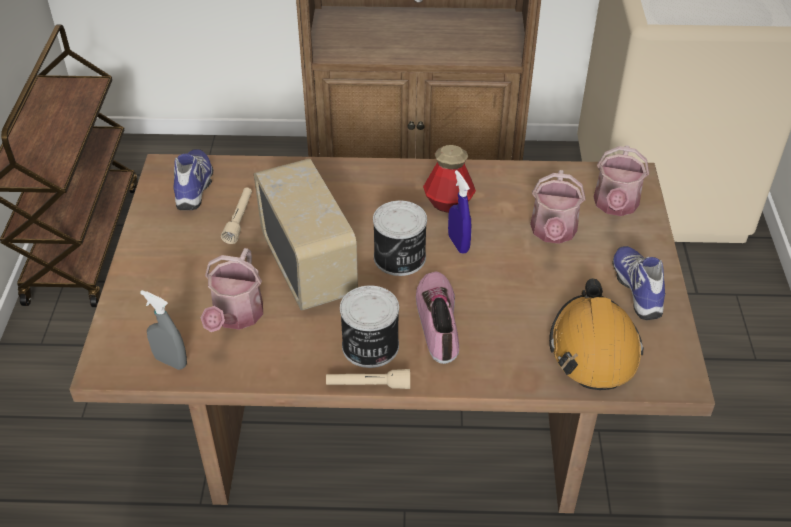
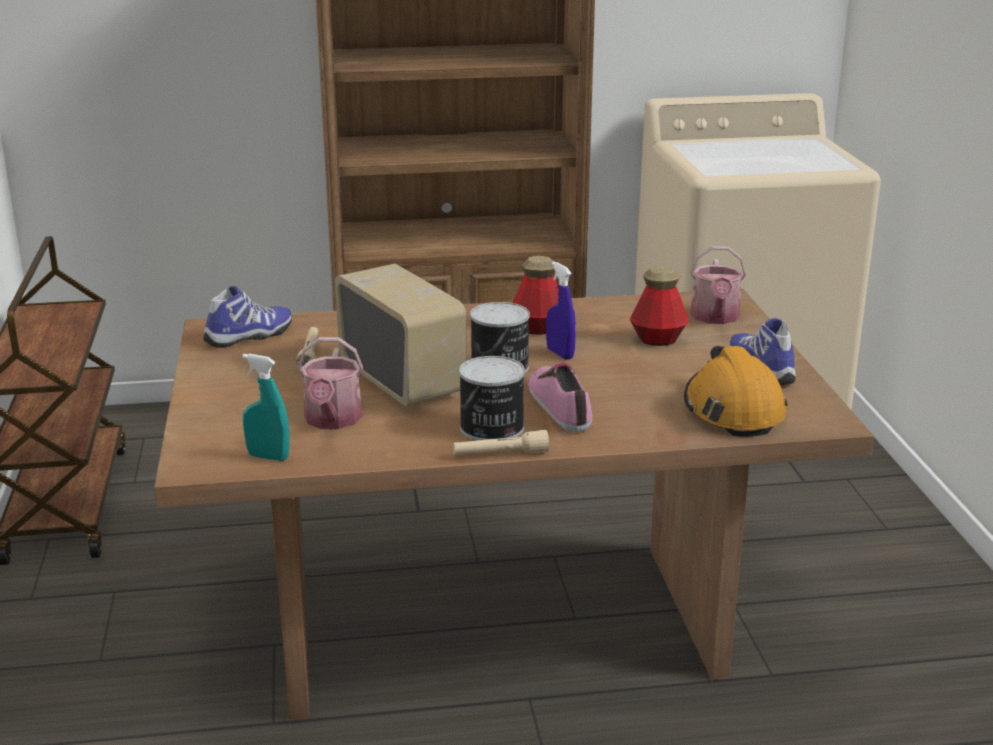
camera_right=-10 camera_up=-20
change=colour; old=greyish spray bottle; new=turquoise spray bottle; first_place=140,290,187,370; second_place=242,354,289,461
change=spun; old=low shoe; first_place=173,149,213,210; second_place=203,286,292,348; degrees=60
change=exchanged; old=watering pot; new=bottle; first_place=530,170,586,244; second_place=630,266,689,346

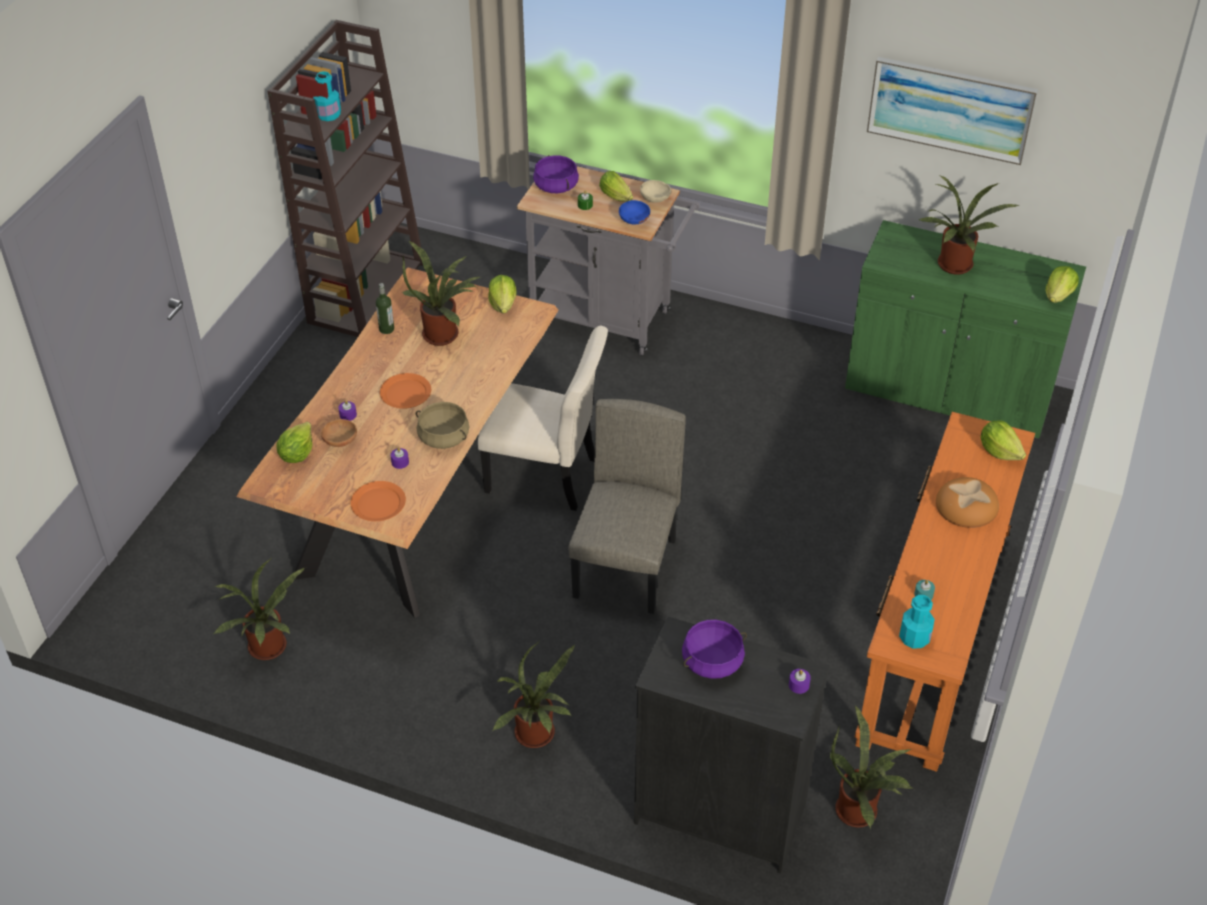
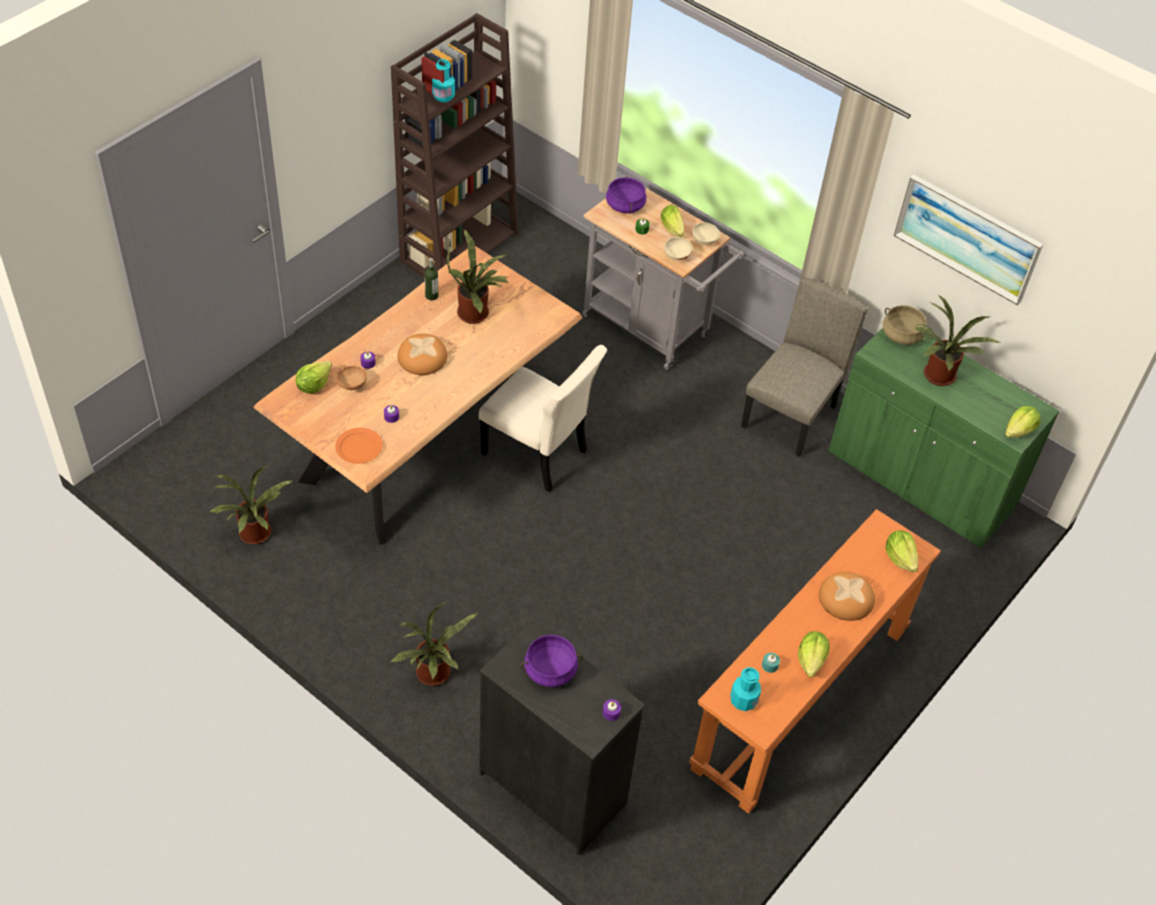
camera_right=15 camera_up=5
change=exchanged; old=orange-coloured plate; new=bakery bread; first_place=380,373,431,409; second_place=397,334,447,375
change=relocated; old=beige cooking pot; first_place=416,402,470,449; second_place=883,305,927,345
change=relocated; old=lettuce; first_place=488,275,516,313; second_place=798,631,829,677
change=relocated; old=beige chair; first_place=568,399,686,614; second_place=741,278,868,457
change=colour; old=blue serving bowl; new=beige serving bowl; first_place=619,200,650,224; second_place=664,237,693,260
change=missing; old=plant in a pot; first_place=830,705,914,829

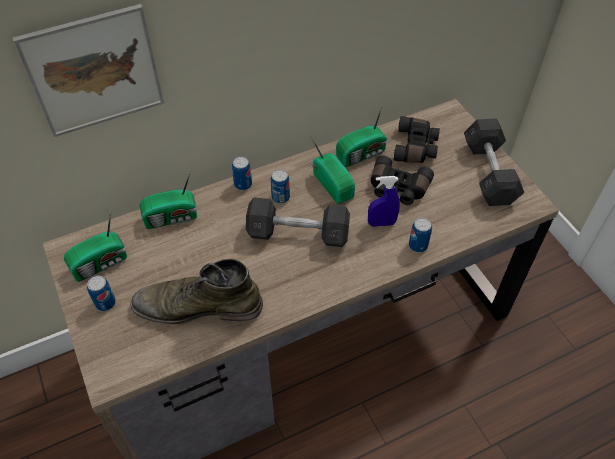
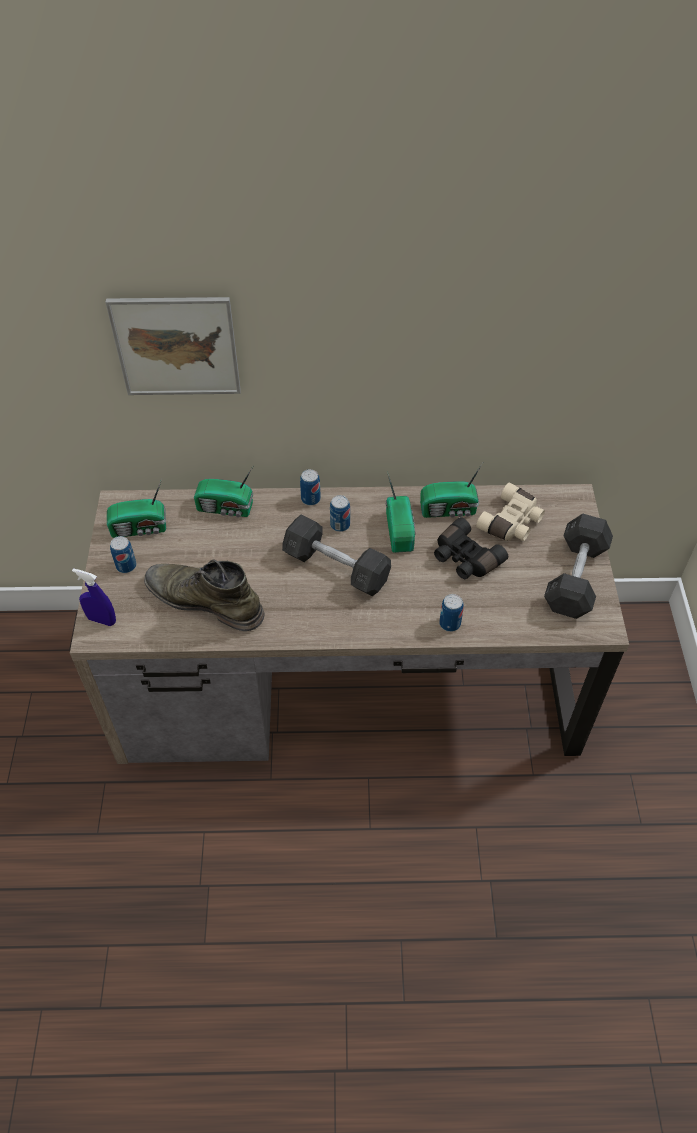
camera_right=25 camera_up=0
change=relocated; old=blue spray bottle; first_place=368,176,400,227; second_place=72,568,116,626
change=colour; old=black pair of binoculars; new=beige pair of binoculars; first_place=394,116,440,163; second_place=476,483,545,541

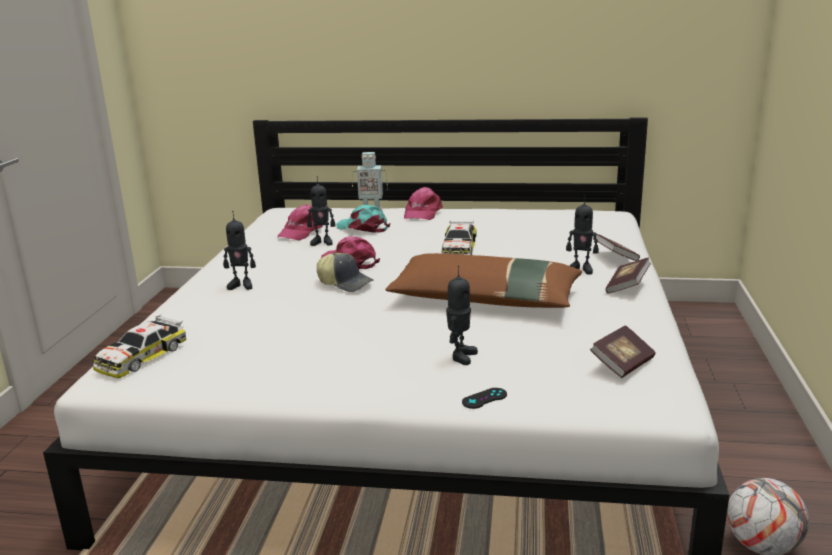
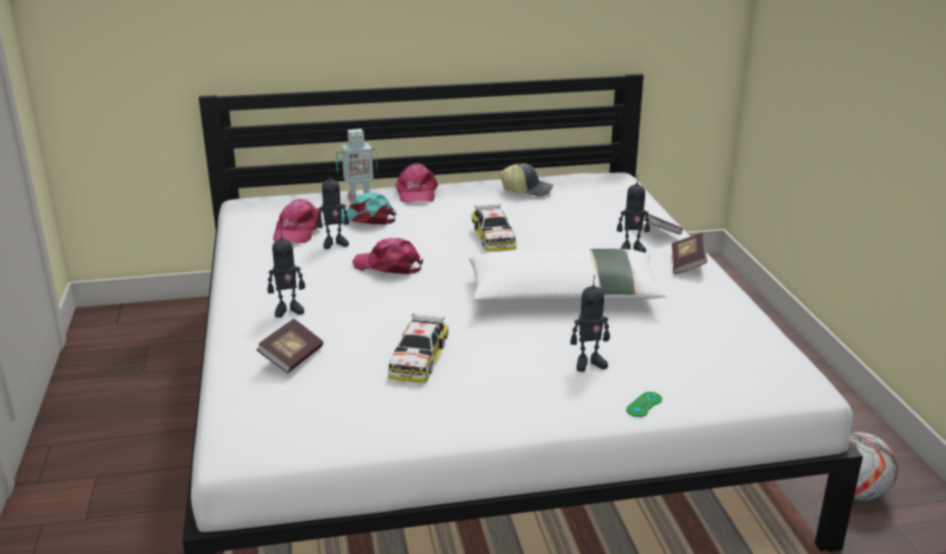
camera_right=-20 camera_up=5
change=relocated; old=miniature car; first_place=93,315,186,378; second_place=388,313,448,383
change=relocated; old=baseball cap; first_place=317,253,374,292; second_place=499,163,553,196
change=colour; old=brownish cushion; new=whitish cushion; first_place=385,253,582,308; second_place=469,249,666,302
change=spun; old=model robot; first_place=446,266,478,365; second_place=570,275,610,372; degrees=75
change=colour; old=black game controller; new=green-coloured game controller; first_place=462,388,507,409; second_place=626,392,662,417
change=relocated; old=bound book; first_place=590,325,655,378; second_place=256,319,323,373

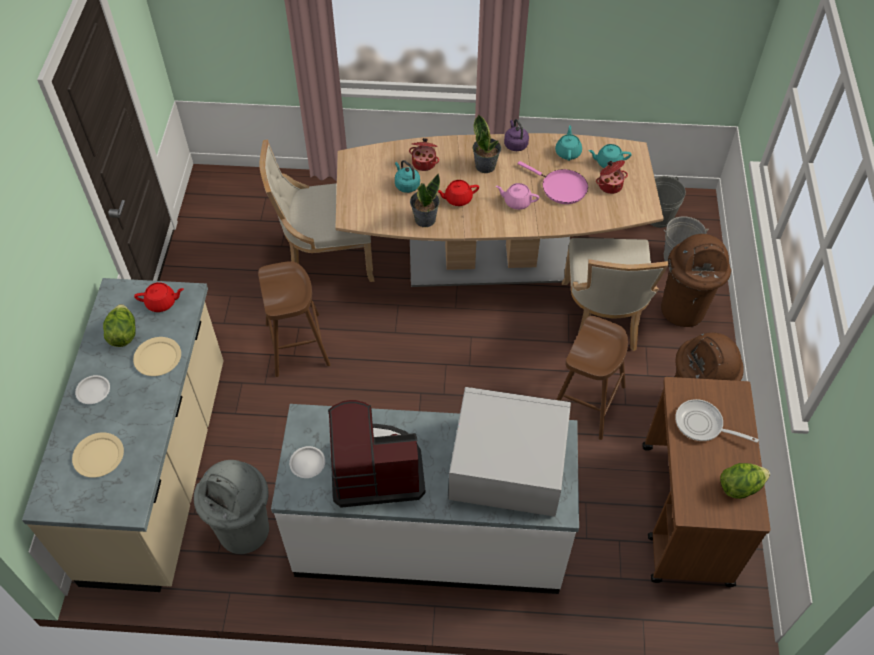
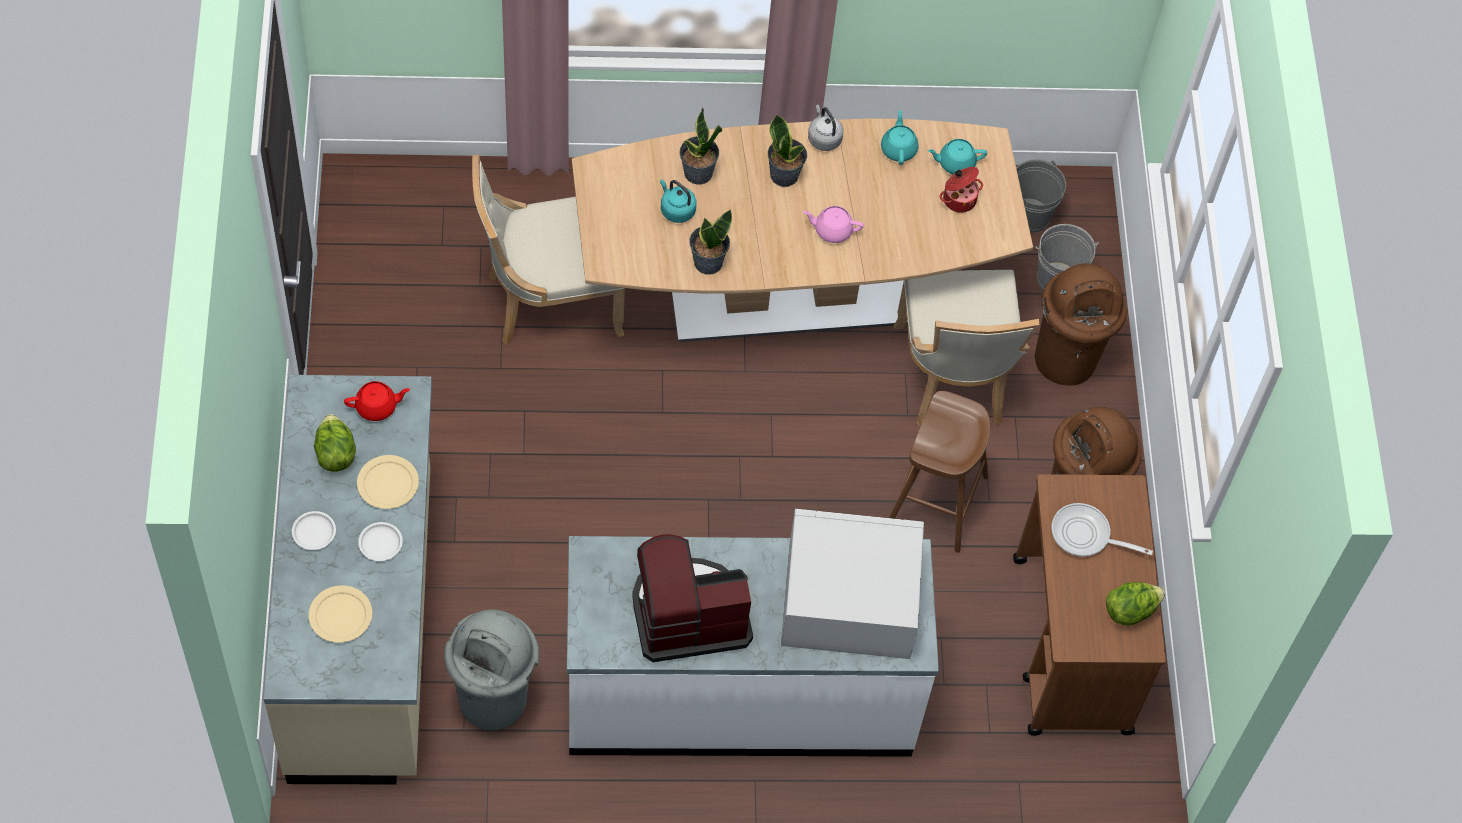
camera_right=-10 camera_up=5
change=missing; old=brownish stool; first_place=258,261,331,377
change=relocated; old=whitish plate; first_place=289,446,325,478; second_place=358,522,403,561
change=exchanged; old=cooking pot; new=plant in a pot; first_place=409,138,439,171; second_place=680,107,722,185
change=missing; old=reddish tea pot; first_place=438,180,479,206
change=colour; old=purplish tea kettle; new=greyish tea kettle; first_place=504,119,529,151; second_place=808,105,843,151
change=missing; old=pink skillet; first_place=518,161,588,204

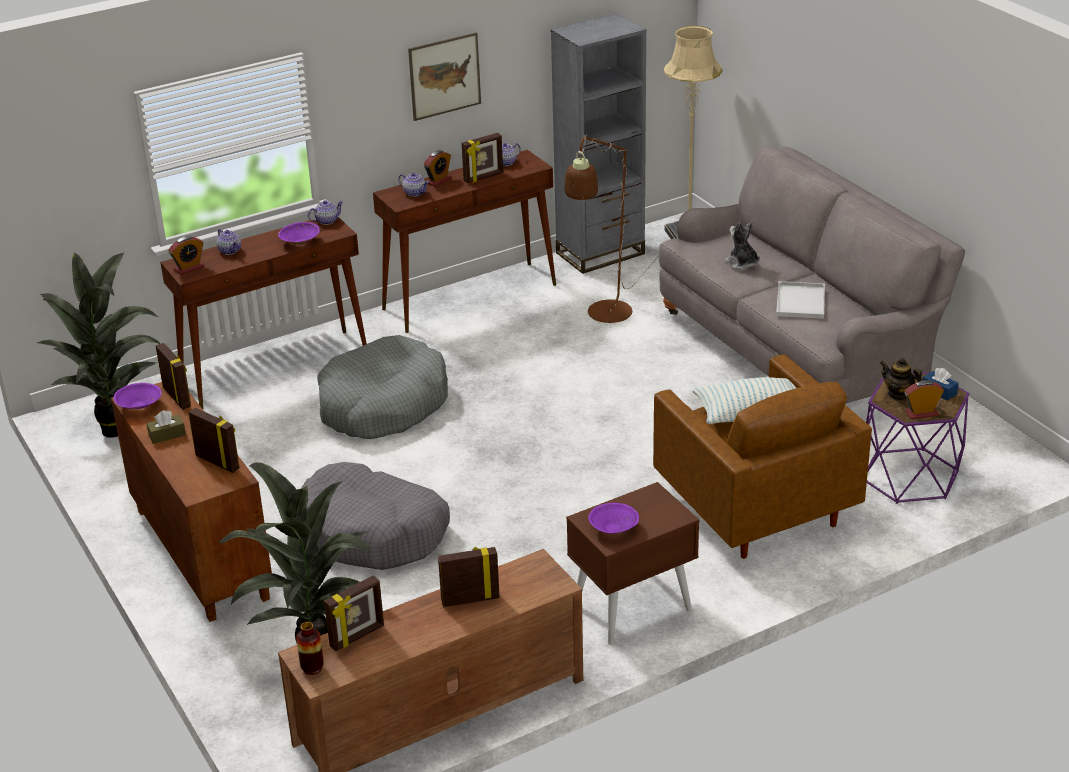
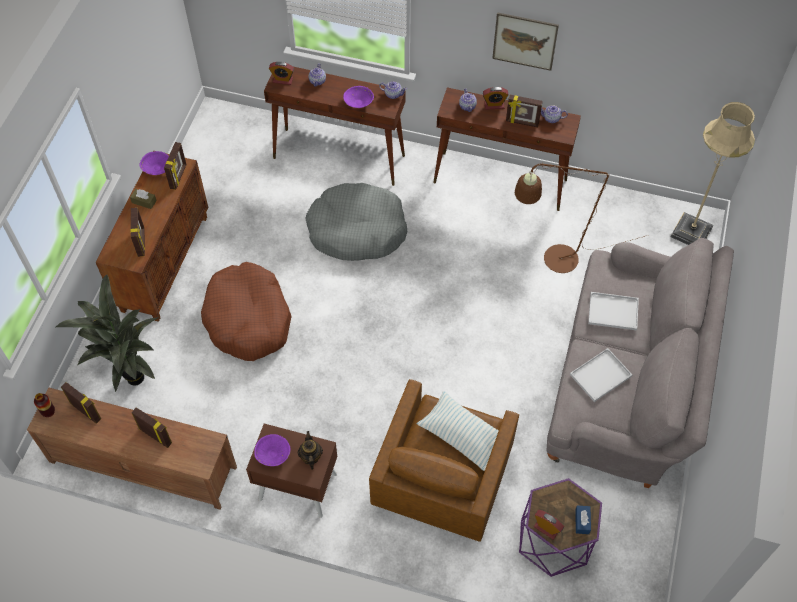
camera_right=45 camera_up=25
change=missing; old=plant in a pot; first_place=37,253,160,438
change=colour; old=greyish dog bed; new=brownish dog bed; first_place=301,462,450,570; second_place=201,262,292,361
change=spun; old=picture frame; first_place=324,575,384,651; second_place=61,382,101,424; degrees=-150
change=missing; old=greyish bookcase; first_place=551,13,646,274
change=exchanged; old=soft toy; new=whitish tray; first_place=724,222,760,270; second_place=588,292,639,330
change=relocated; old=tea pot; first_place=880,358,922,400; second_place=298,431,323,470

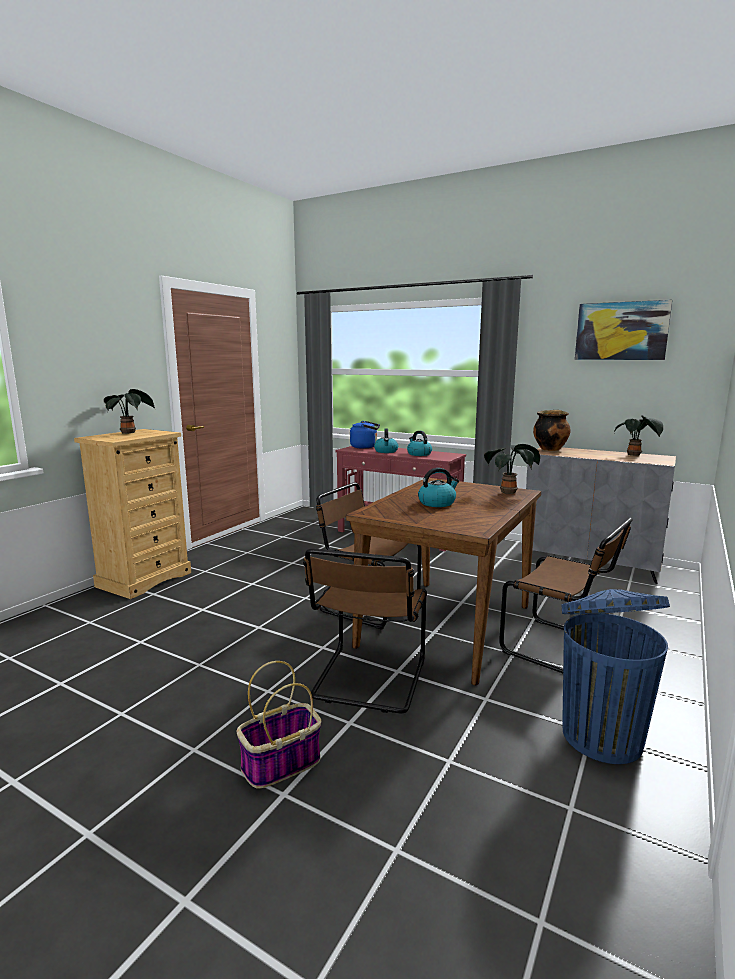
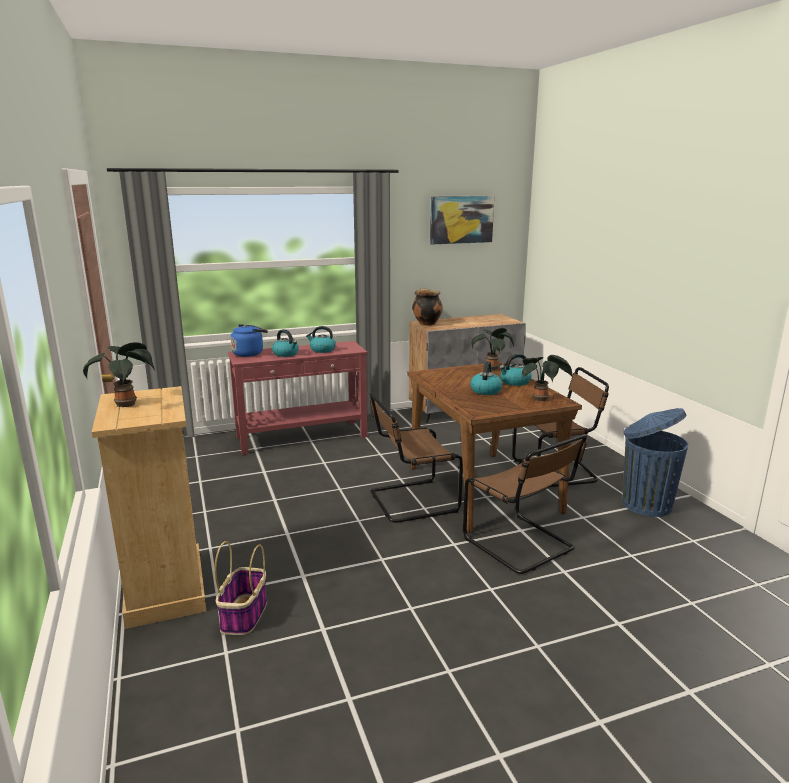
camera_right=-50 camera_up=5
change=relocated; old=basket; first_place=236,661,322,789; second_place=214,541,267,635
change=relocated; old=plant in a pot; first_place=614,415,663,456; second_place=522,355,573,401
change=appeared; new=tea kettle; second_place=499,354,532,386

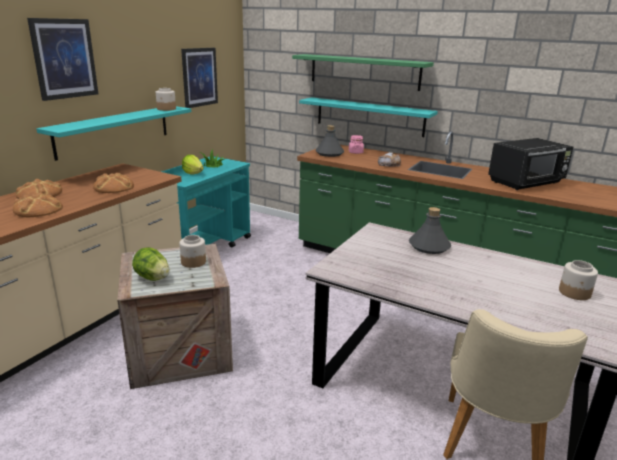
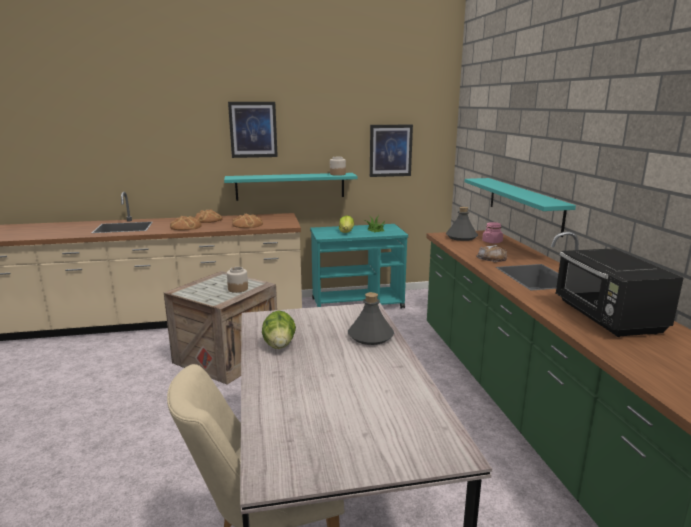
camera_right=50 camera_up=-5
change=relocated; old=lettuce; first_place=132,247,170,281; second_place=262,310,296,349
change=missing; old=green-coloured shelf; first_place=292,54,434,91
change=spun; old=black microwave; first_place=488,138,573,190; second_place=555,248,683,337; degrees=60
change=missing; old=preserve jar; first_place=559,260,598,300

